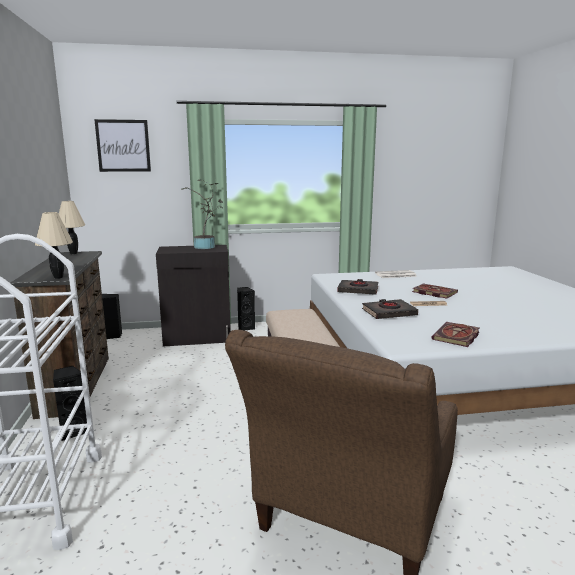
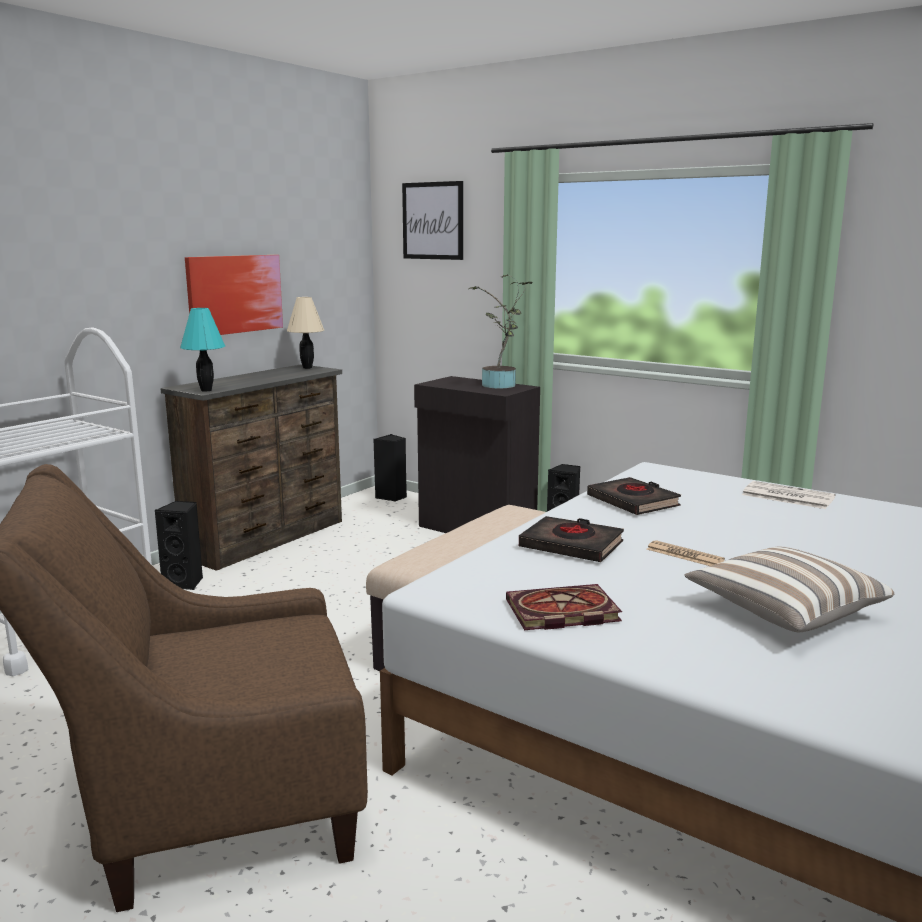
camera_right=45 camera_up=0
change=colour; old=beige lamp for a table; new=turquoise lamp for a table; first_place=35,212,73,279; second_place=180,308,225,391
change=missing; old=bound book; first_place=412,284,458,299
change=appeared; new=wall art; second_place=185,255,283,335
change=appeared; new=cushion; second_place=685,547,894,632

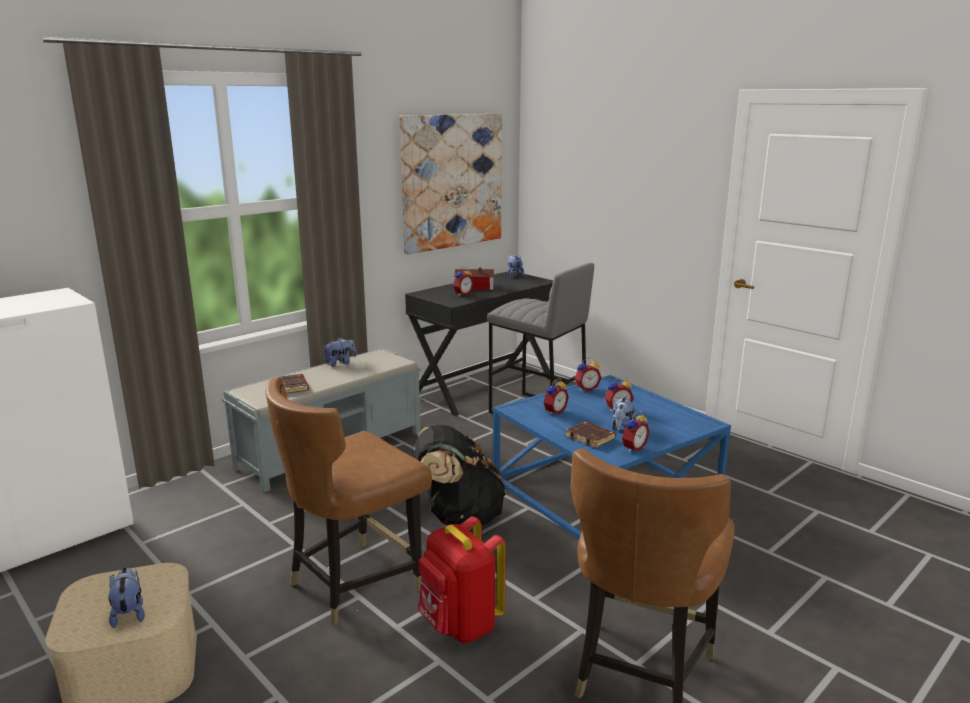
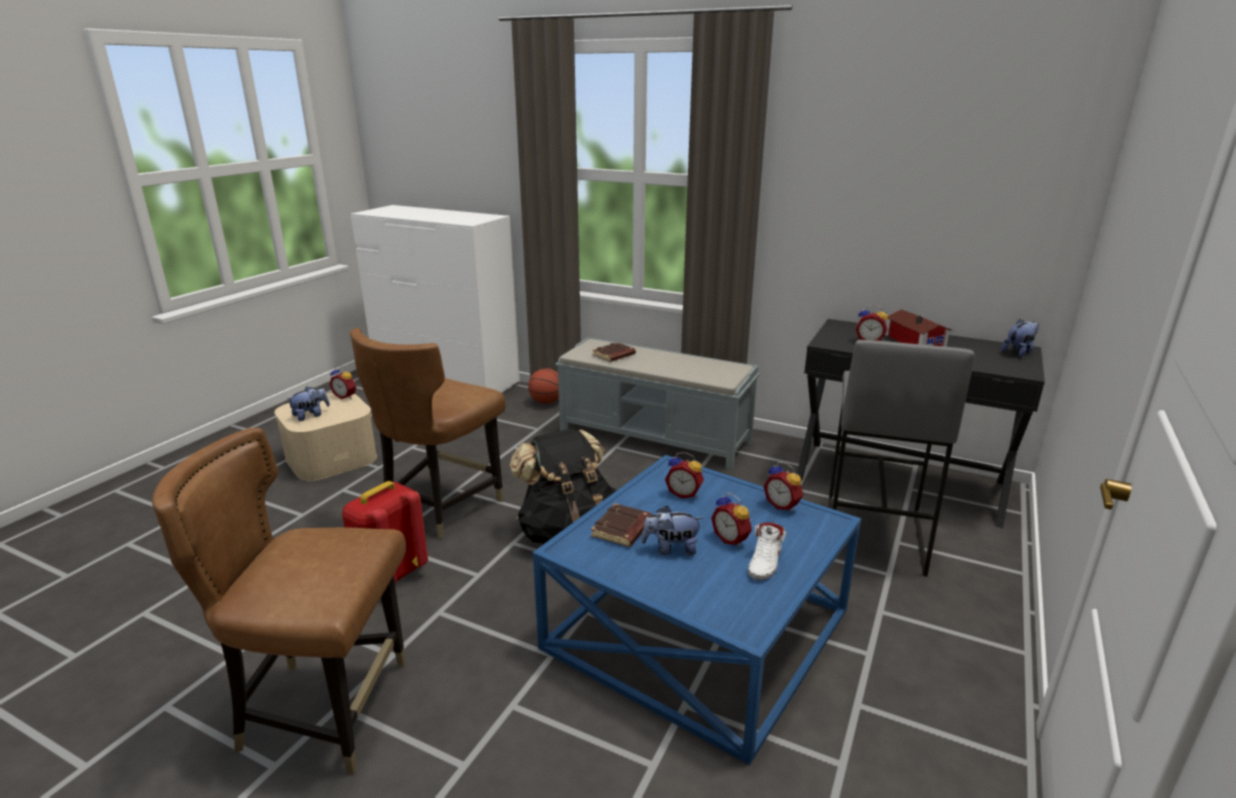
camera_right=70 camera_up=5
change=spun; old=brownish chair; first_place=266,377,432,626; second_place=350,328,506,539; degrees=-90
change=missing; old=soft toy; first_place=322,337,356,367
change=missing; old=wall art; first_place=399,114,502,254
change=relocated; old=bedside clock; first_place=622,411,650,452; second_place=330,366,356,399
change=appeared; new=basketball; second_place=528,368,559,404
change=appeared; new=whitish low shoe; second_place=748,522,786,580

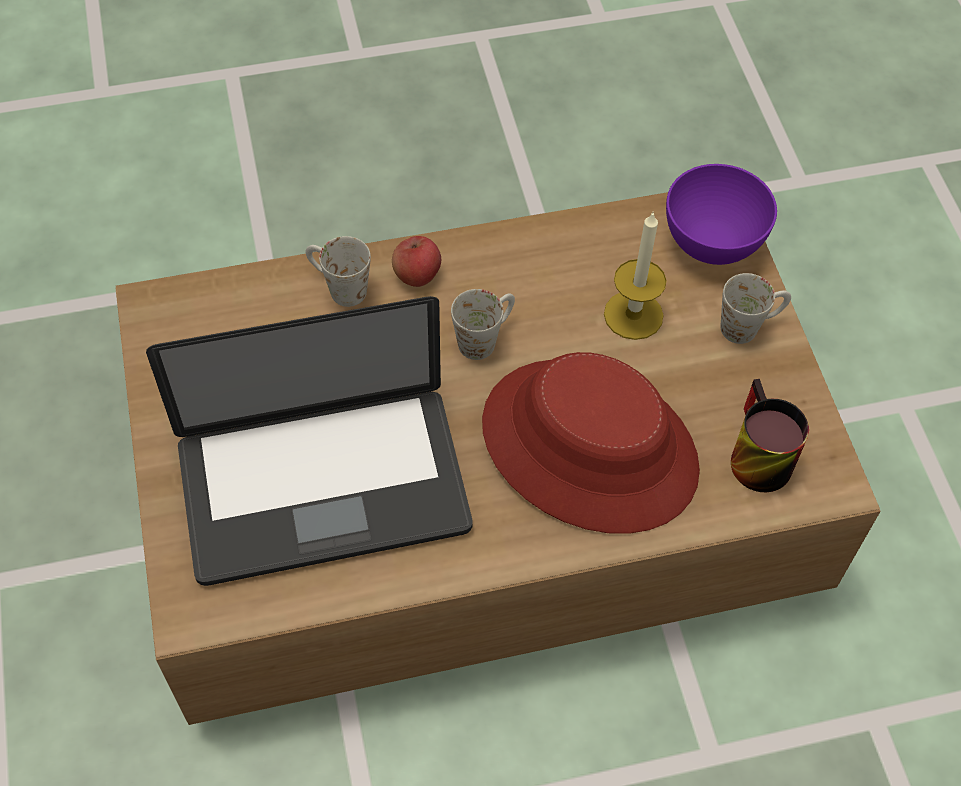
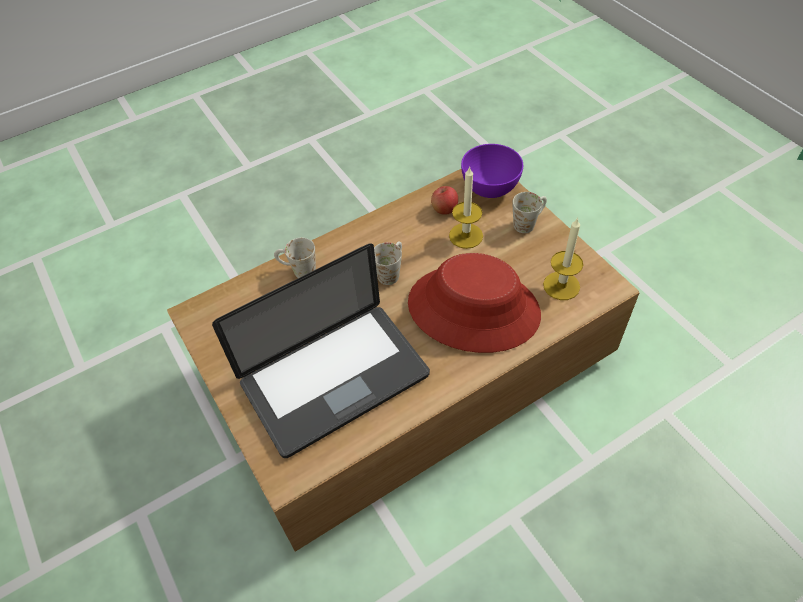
camera_right=-15 camera_up=-5
change=relocated; old=apple; first_place=392,236,441,287; second_place=431,186,458,215
change=exchanged; old=tea mug; new=candle; first_place=731,379,809,492; second_place=543,217,583,300

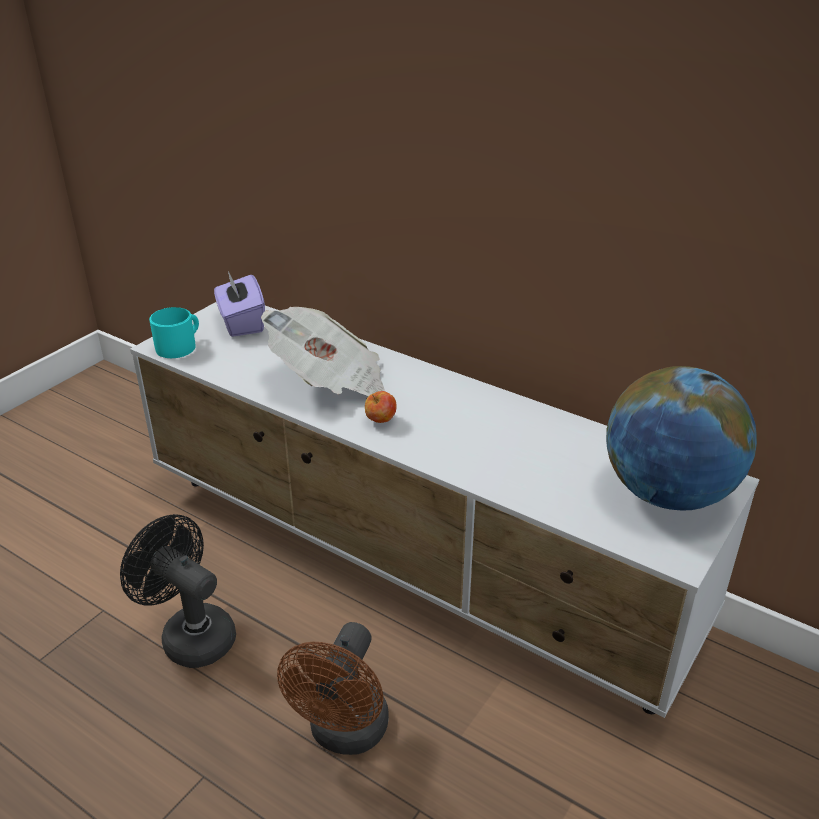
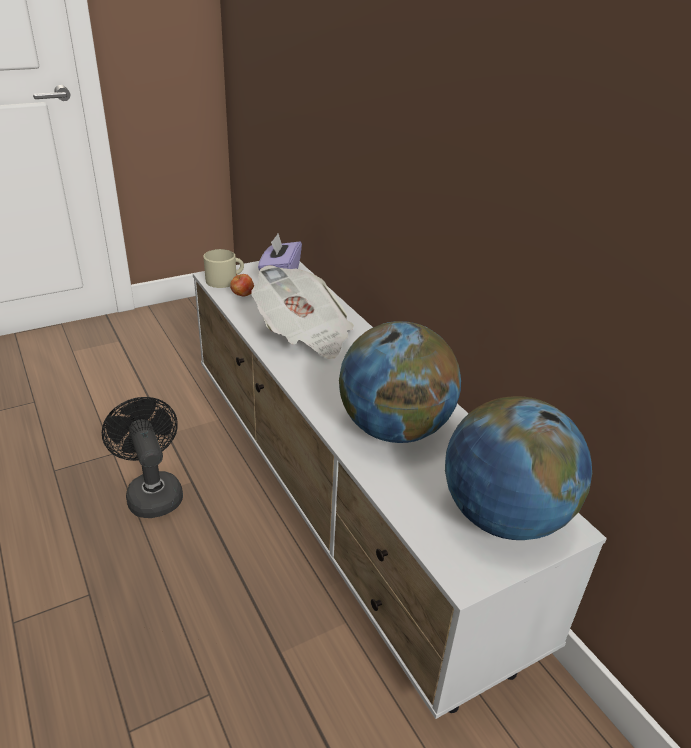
camera_right=25 camera_up=0
change=colour; old=turquoise tea mug; new=beige tea mug; first_place=149,307,199,358; second_place=203,249,244,288
change=missing; old=brownish electric fan; first_place=277,622,389,755
change=relocated; old=apple; first_place=365,391,397,423; second_place=230,274,254,296
change=appeared; new=world globe; second_place=339,321,461,443

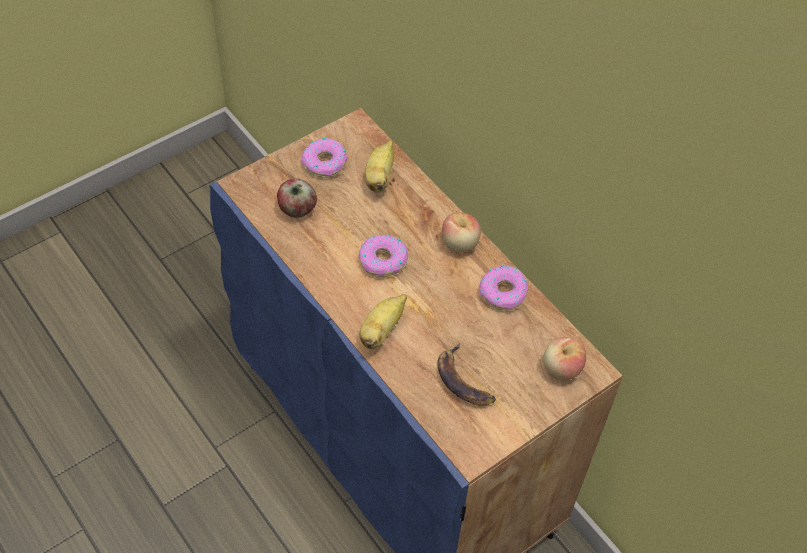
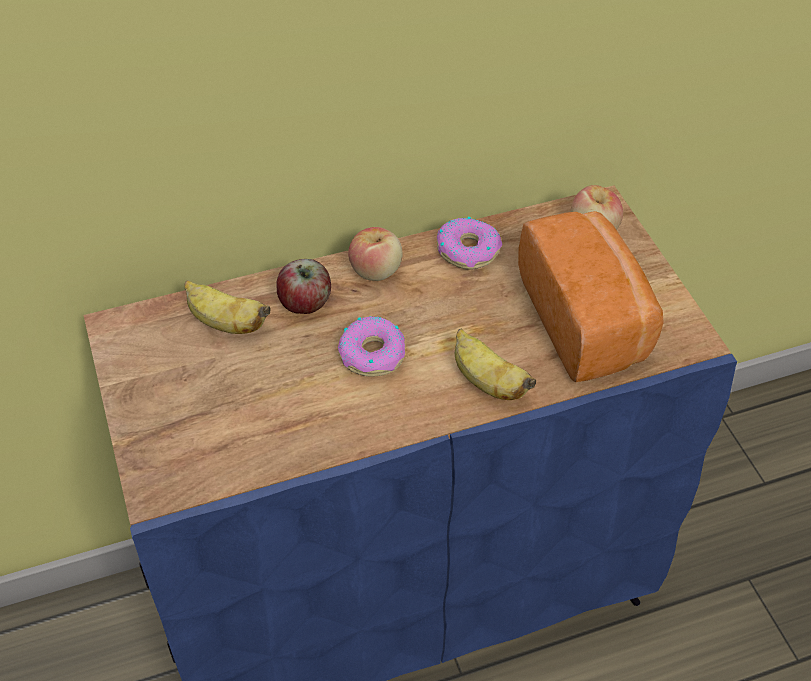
camera_right=-70 camera_up=-5
change=relocated; old=apple; first_place=277,179,317,218; second_place=276,259,331,314
change=missing; old=doughnut; first_place=302,137,347,178
change=exchanged; old=banana fruit; new=bakery bread; first_place=438,343,496,406; second_place=518,211,664,382

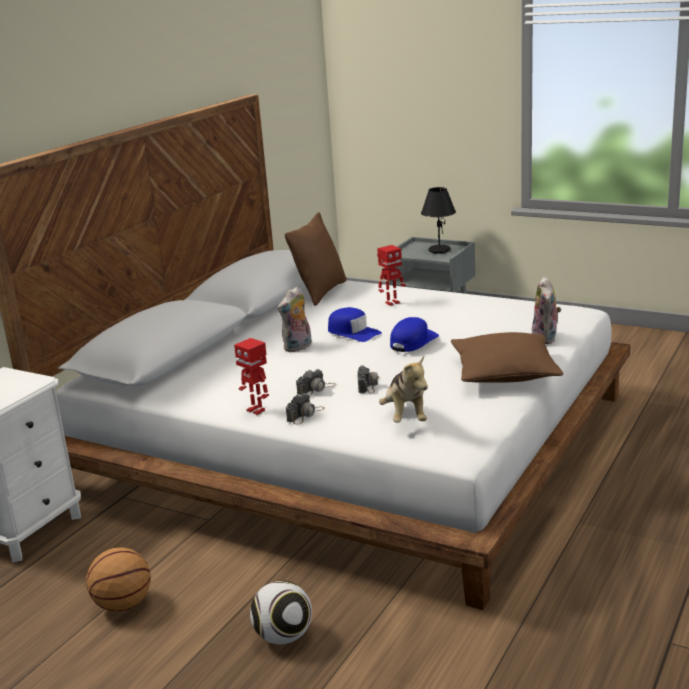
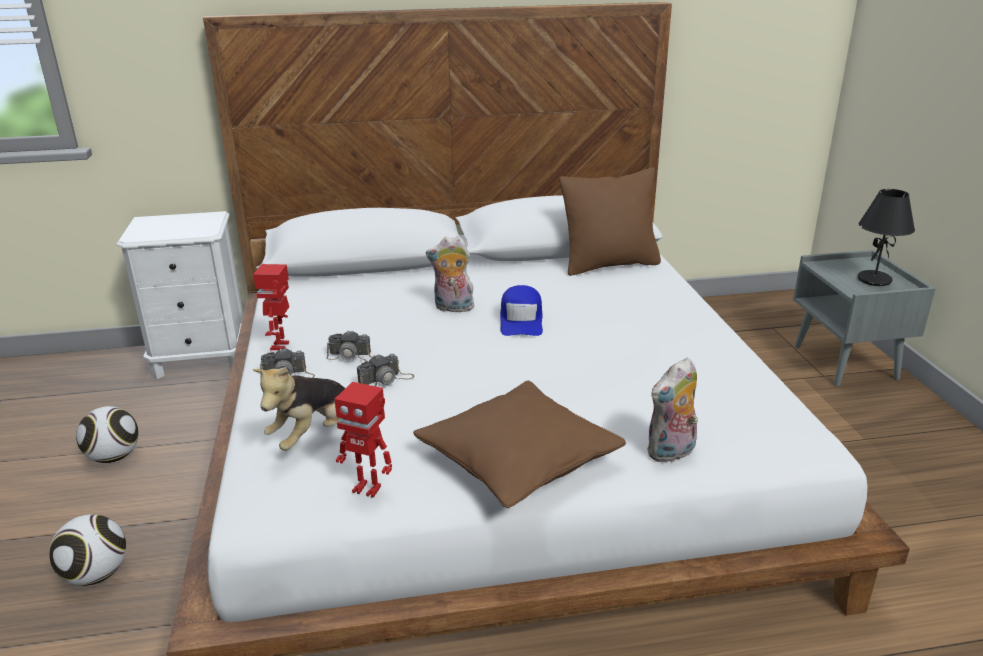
camera_right=50 camera_up=5
change=exchanged; old=basketball; new=ball for football; first_place=86,547,151,612; second_place=76,406,139,463
change=relocated; old=model robot; first_place=377,245,406,306; second_place=334,382,392,498
change=missing; old=blue baseball cap; first_place=390,317,439,352

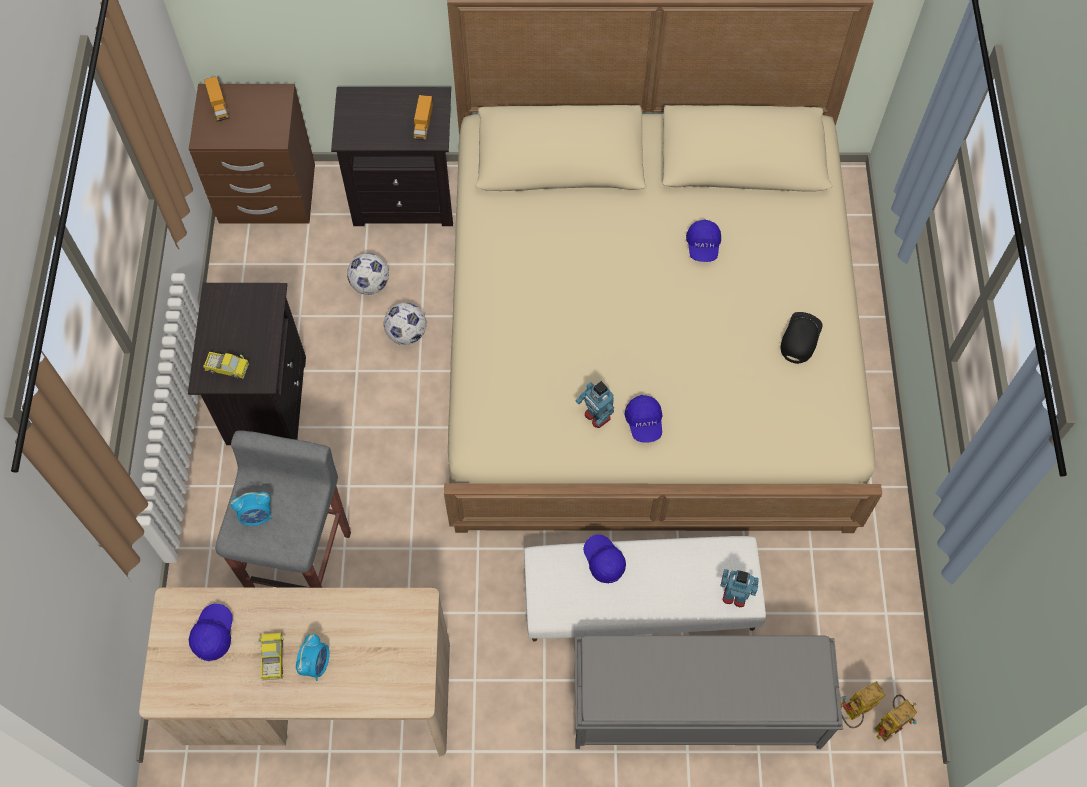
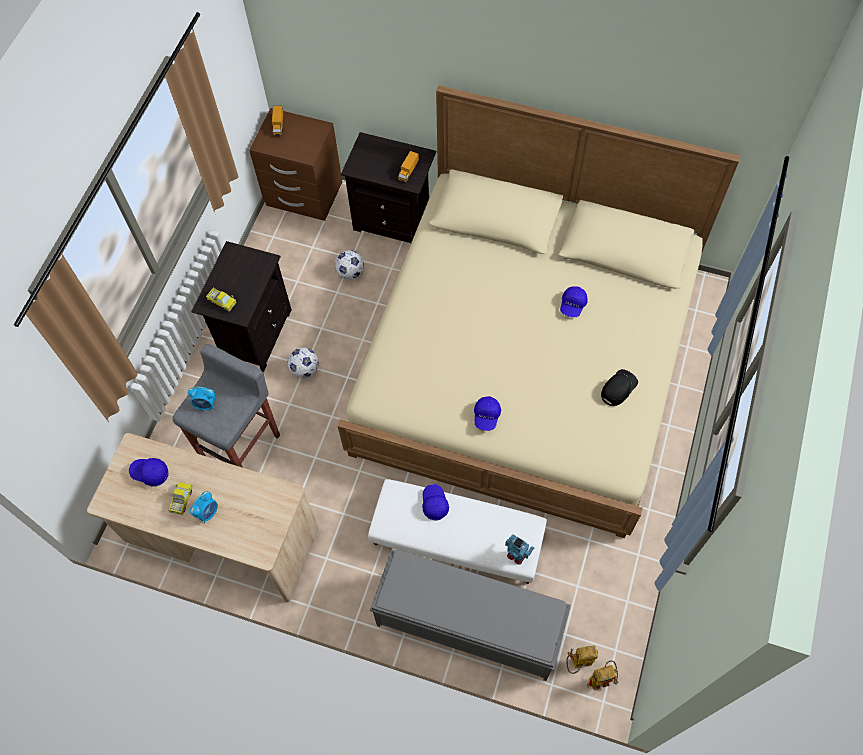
camera_right=20 camera_up=0
change=spun; old=blue baseball cap; first_place=189,603,233,661; second_place=129,458,169,486; degrees=-105
change=relocated; old=ball for football; first_place=384,303,426,345; second_place=288,347,319,378
change=missing; old=model robot; first_place=576,381,614,428

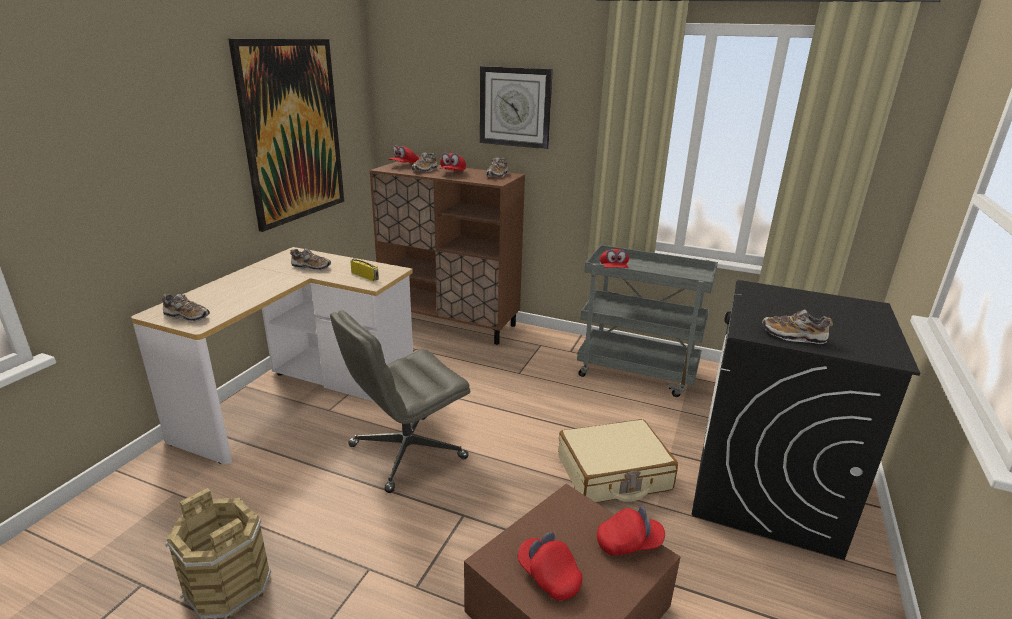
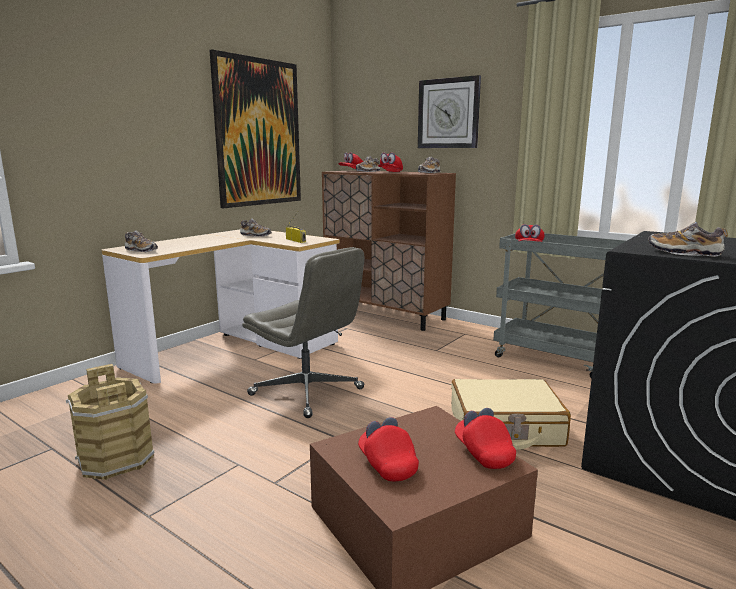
camera_right=15 camera_up=-10
change=spun; old=greyish desk chair; first_place=330,310,470,493; second_place=242,247,365,418; degrees=-120
change=spun; old=reddish baseball cap; first_place=597,506,665,555; second_place=455,408,516,469; degrees=-120

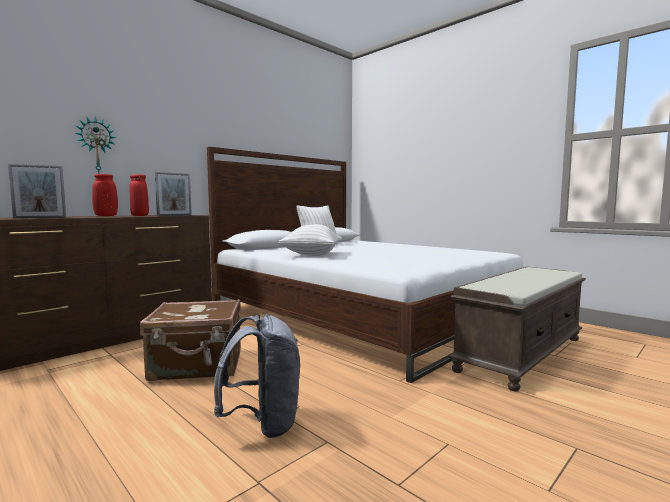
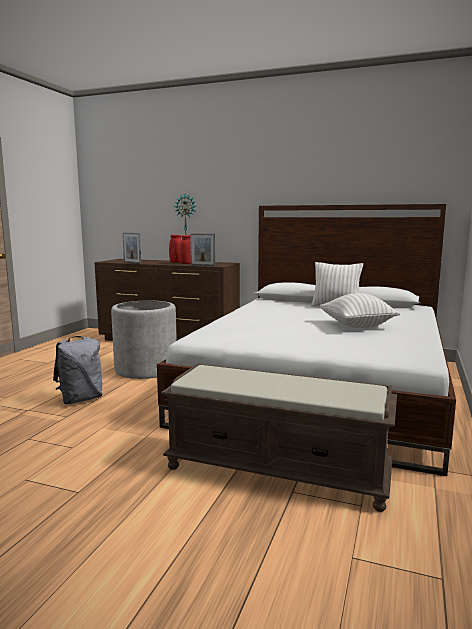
camera_right=65 camera_up=5
change=exchanged; old=brownish piece of luggage; new=greyish plant pot; first_place=140,299,241,381; second_place=111,300,177,379
change=relocated; old=whitish cushion; first_place=278,224,342,256; second_place=319,293,400,328

